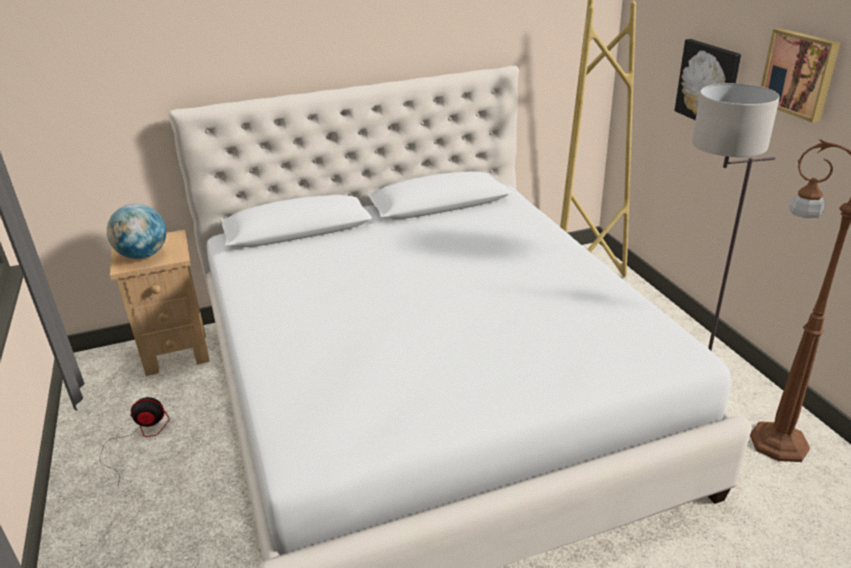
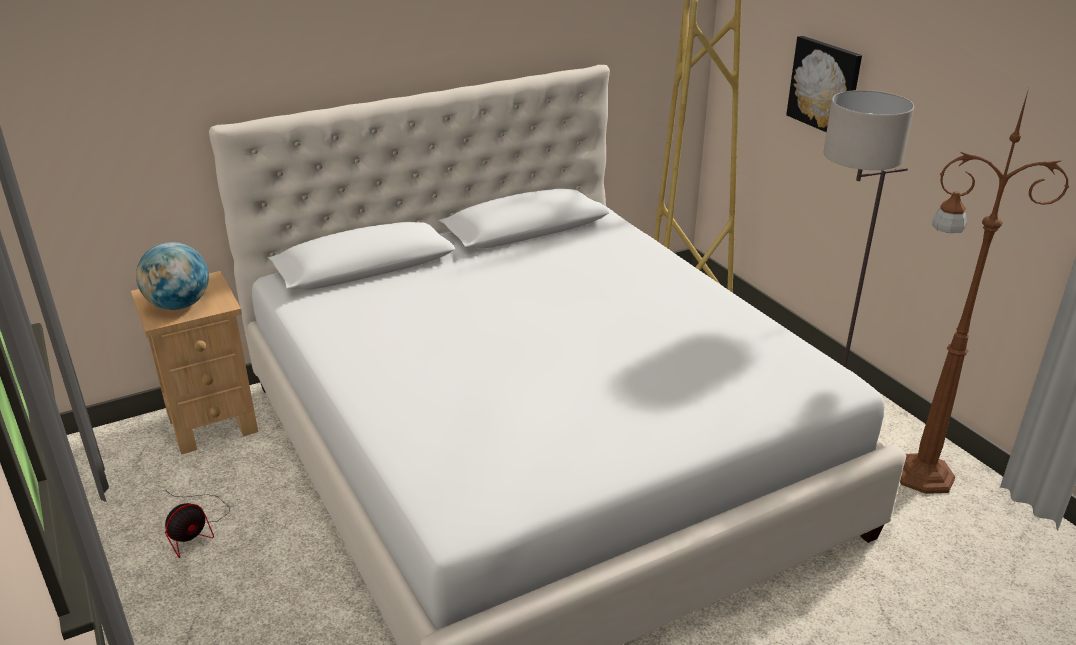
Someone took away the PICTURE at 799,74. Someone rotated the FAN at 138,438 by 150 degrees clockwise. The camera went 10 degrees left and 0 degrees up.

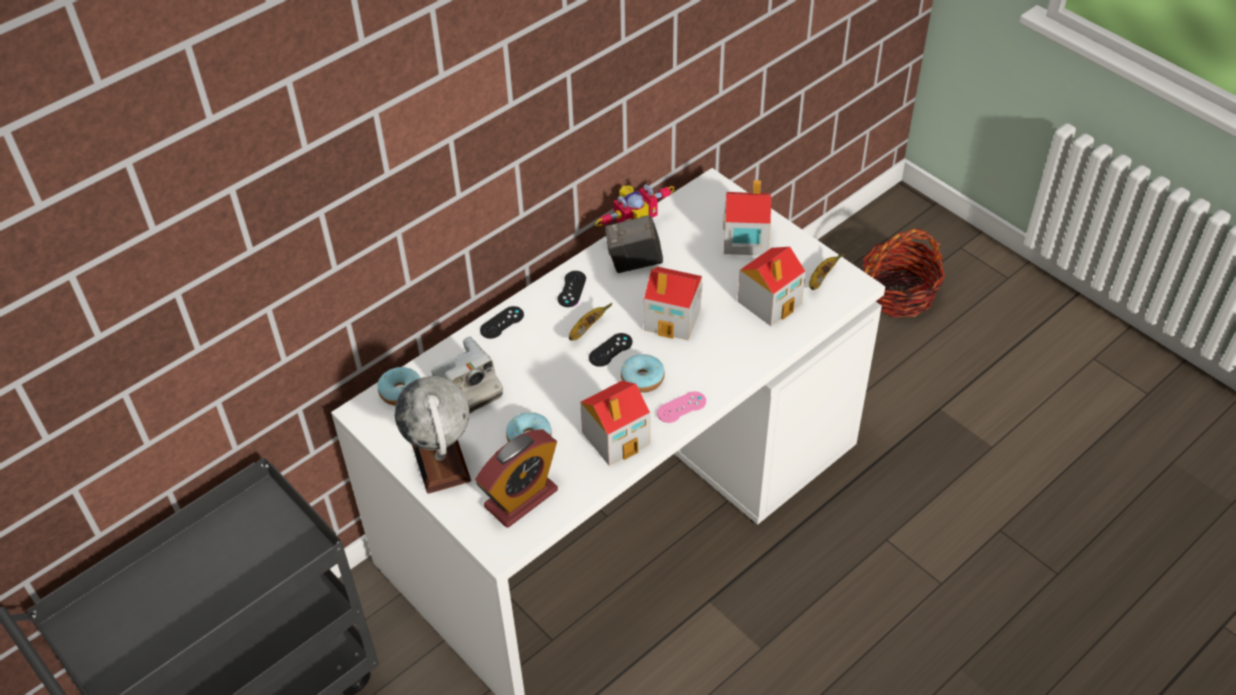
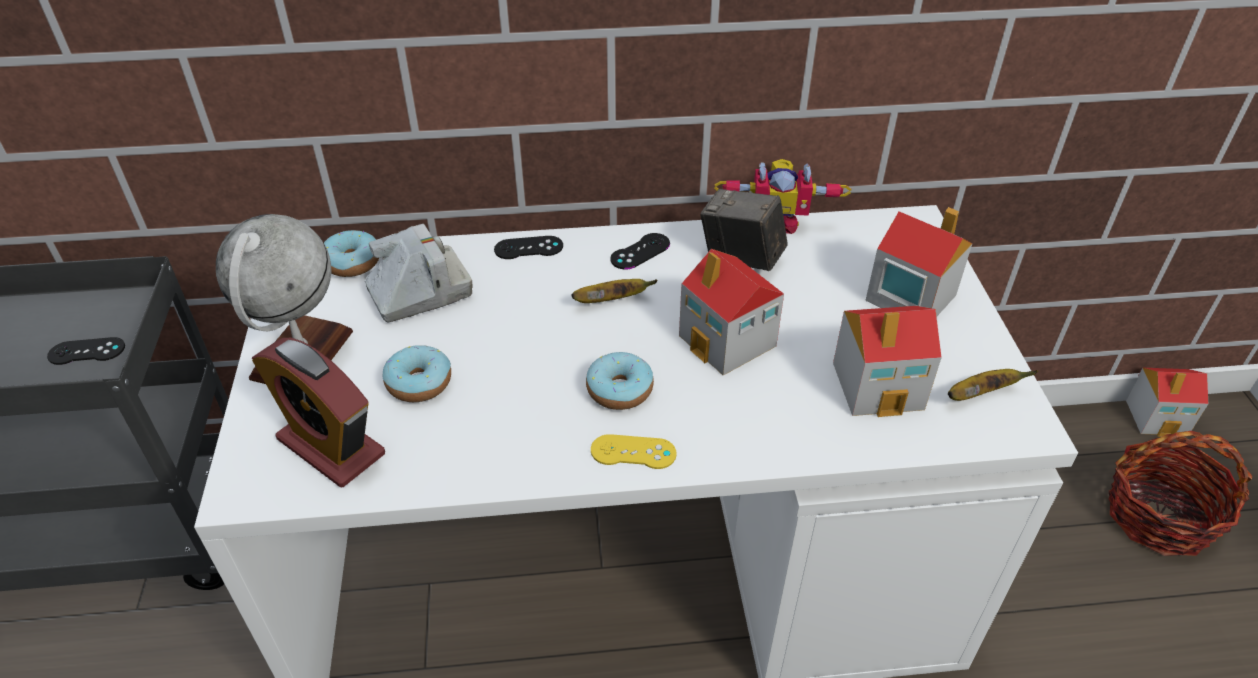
Someone carried the TOY HOUSE from 616,437 to 1157,417. Someone carried the BLACK GAME CONTROLLER from 610,350 to 87,351. Someone repainted the PINK GAME CONTROLLER at 681,407, which became the YELLOW GAME CONTROLLER at 633,452. Someone rotated the PHOTO CAMERA at 467,387 by 120 degrees counterclockwise. Someone rotated the ALARM CLOCK at 521,498 by 45 degrees clockwise. The camera went 35 degrees right and 5 degrees down.

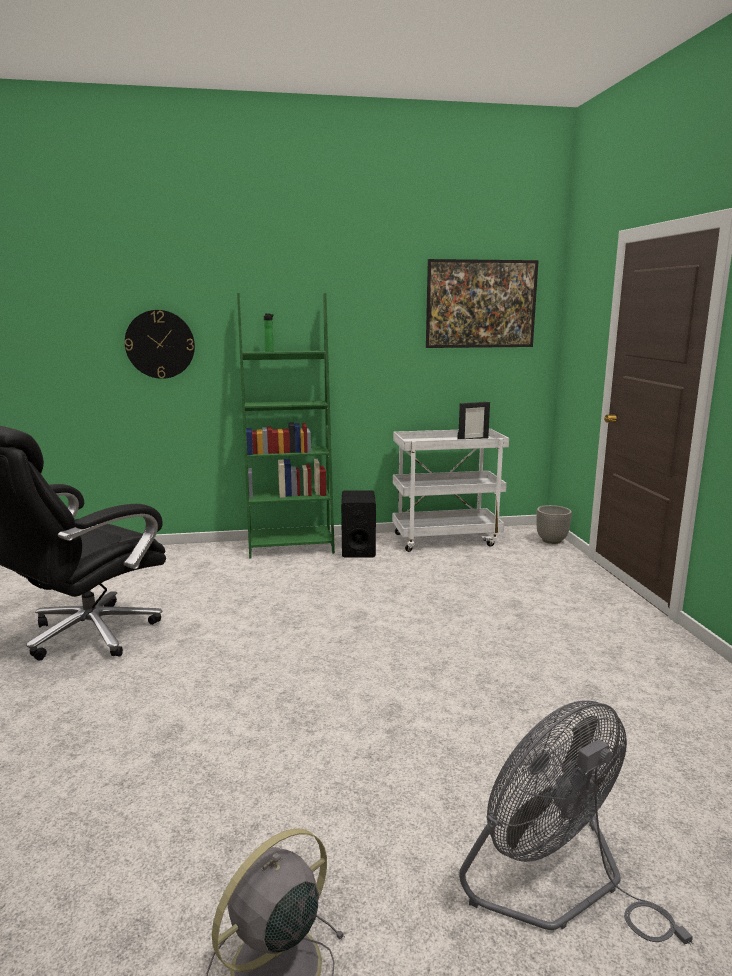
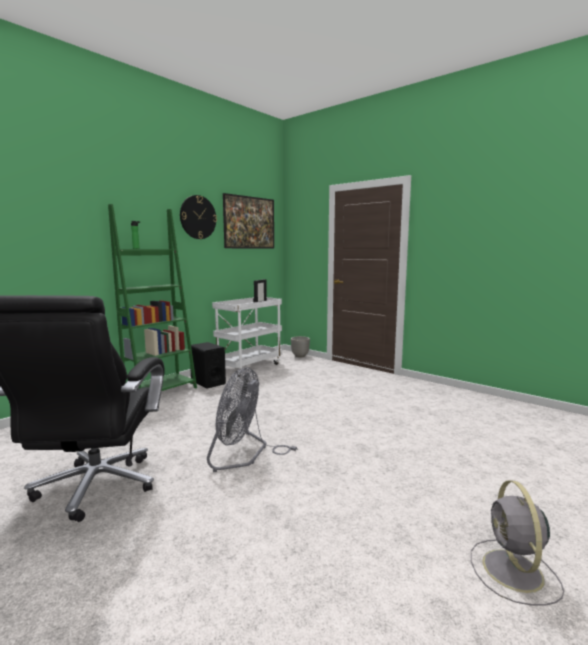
Someone carried the WALL CLOCK from 160,344 to 198,217. Someone carried the GREY FAN from 570,885 to 248,452. The camera went 40 degrees left and 5 degrees down.

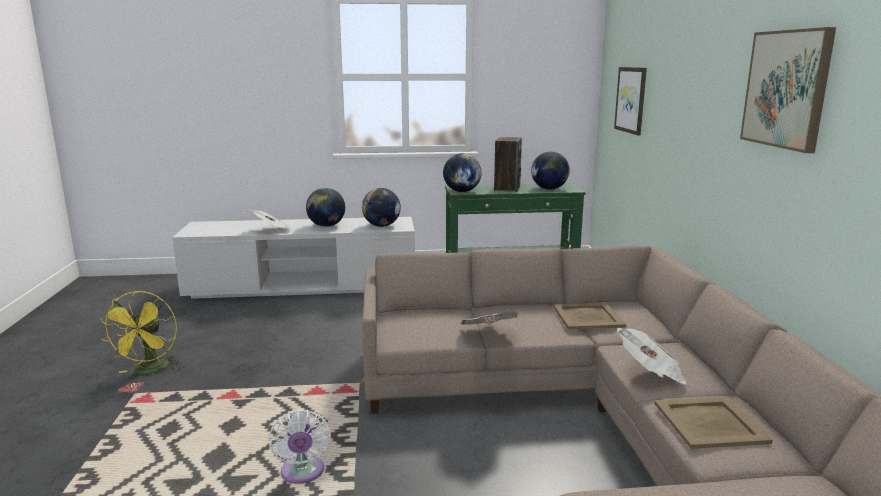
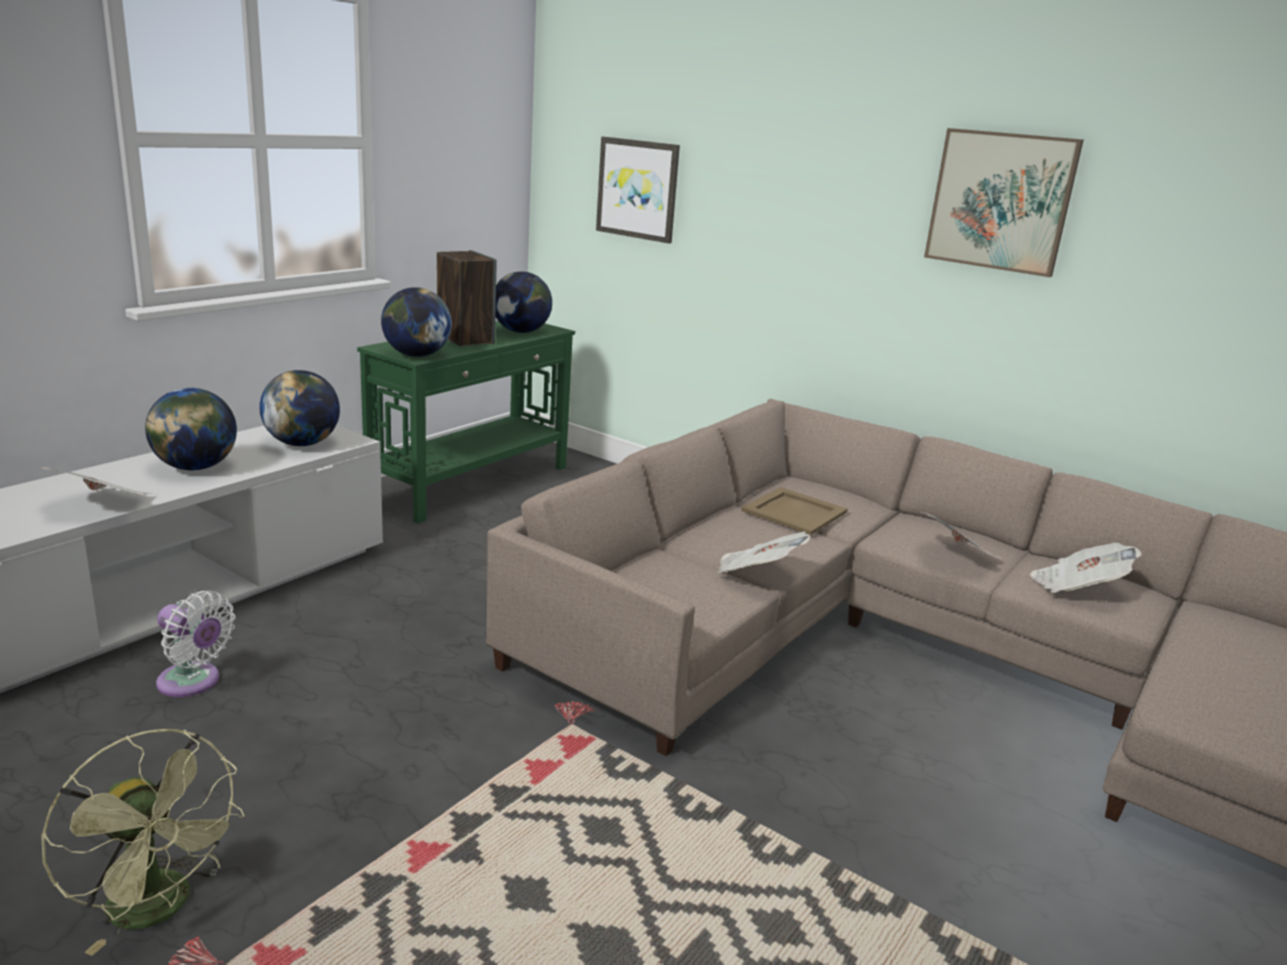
Someone carried the WHITE FAN from 302,473 to 193,683. Someone swapped the BEIGE TRAY at 708,422 for the NEWSPAPER at 1077,588. Someone repainted the YELLOW FAN at 150,371, which became the GREEN FAN at 160,909. The camera went 50 degrees left and 5 degrees up.

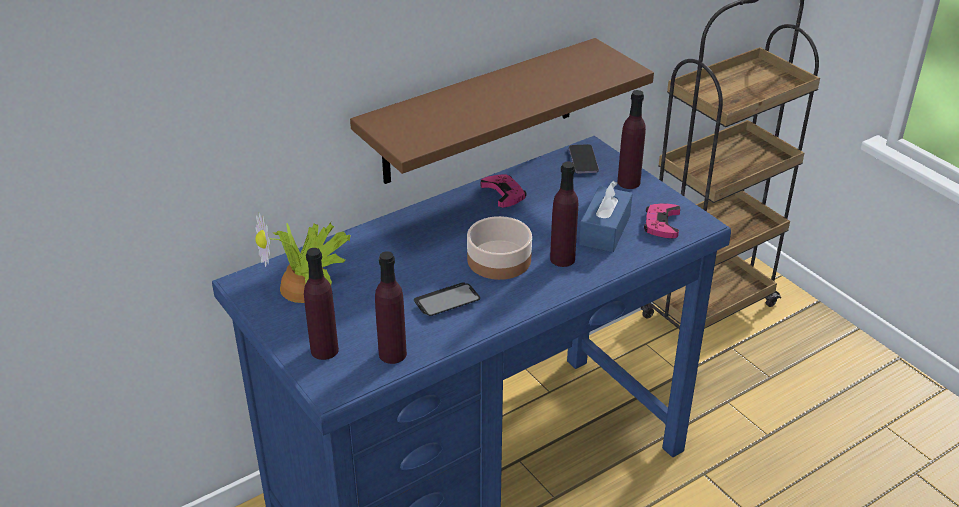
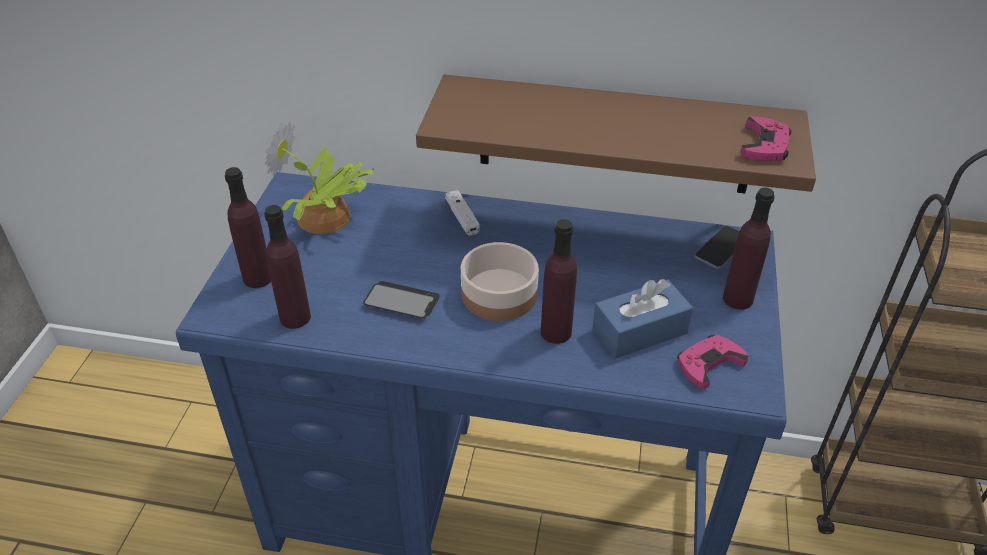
Someone put down the WHITE GAME CONTROLLER at 462,218. Someone carried the PINK GAME CONTROLLER from 504,193 to 764,145. The camera went 45 degrees right and 5 degrees up.

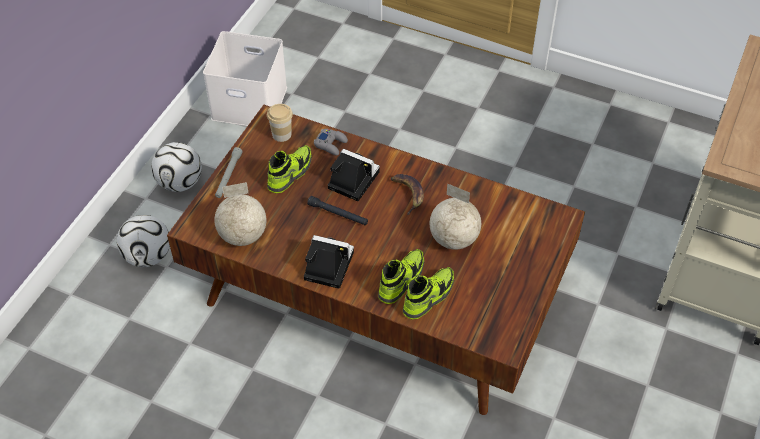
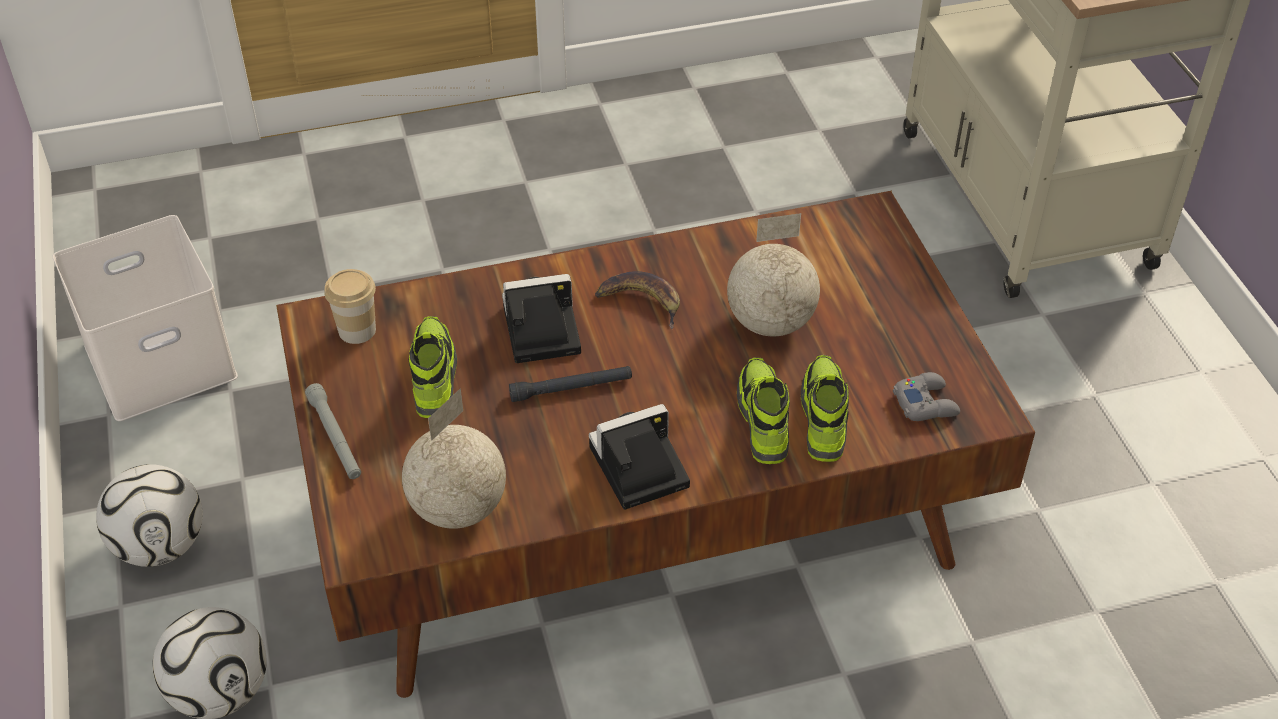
Someone carried the GREY GAME CONTROLLER from 331,144 to 925,403. The camera went 40 degrees left and 5 degrees down.

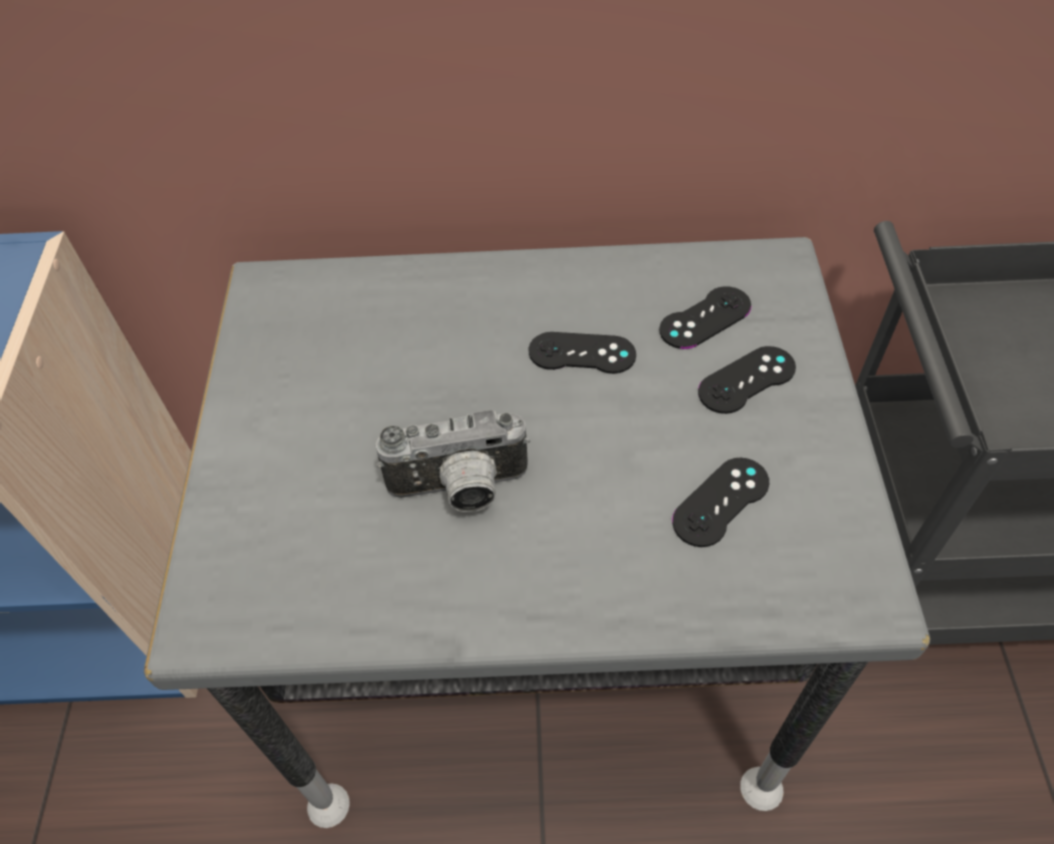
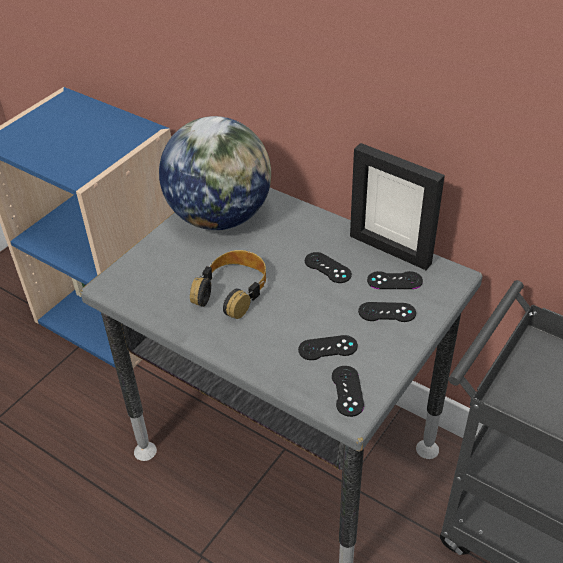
Someone put down the GLOBE at 220,217. Someone put down the BLACK GAME CONTROLLER at 347,391. Someone put down the PICTURE FRAME at 391,248. Someone swapped the PHOTO CAMERA at 460,490 for the HEADPHONES at 232,290. The camera went 35 degrees right and 10 degrees down.

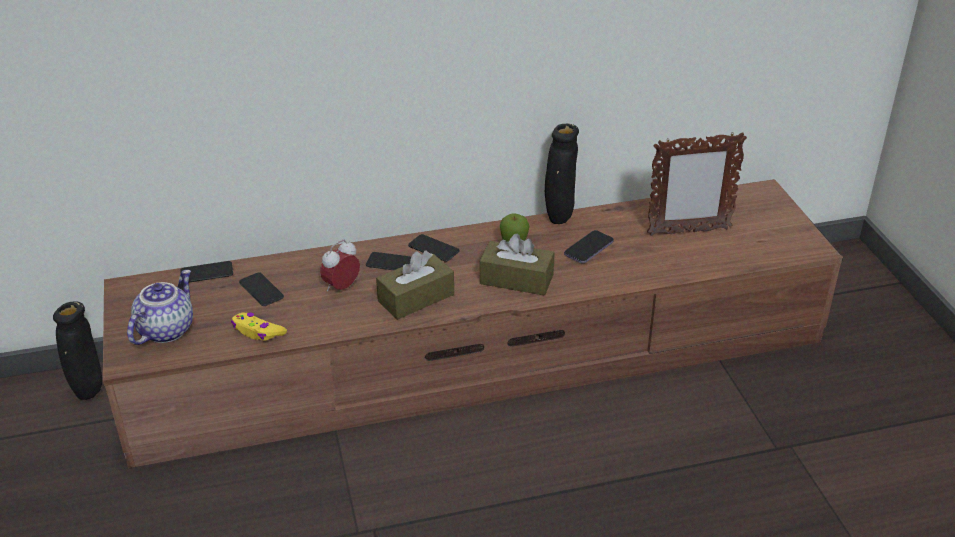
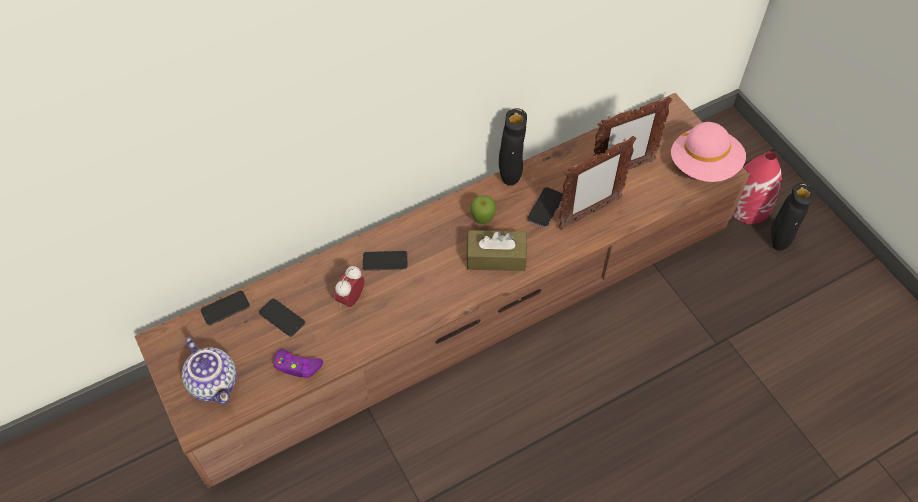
Someone took away the BROWN TISSUE BOX at 416,298. Someone took away the PHONE at 433,249. Someone put down the PICTURE FRAME at 589,213. Someone put down the PINK HAT at 704,165. Someone put down the RED VASE at 748,206. Someone carried the BLACK VASE from 89,392 to 777,242. Someone repainted the YELLOW GAME CONTROLLER at 258,332, which became the PURPLE GAME CONTROLLER at 297,366. Someone rotated the TEAPOT at 165,330 by 135 degrees clockwise. The camera went 15 degrees left and 20 degrees up.

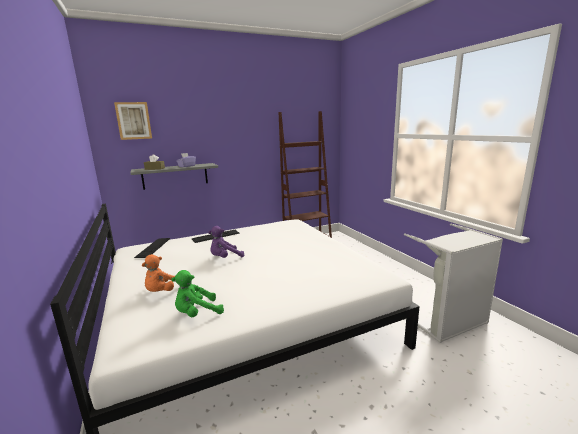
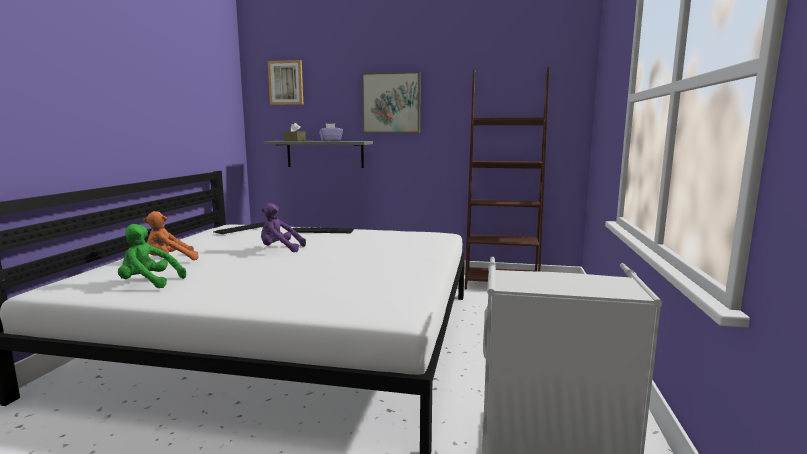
Someone put up the PICTURE at 391,103. The camera went 35 degrees right and 5 degrees down.

